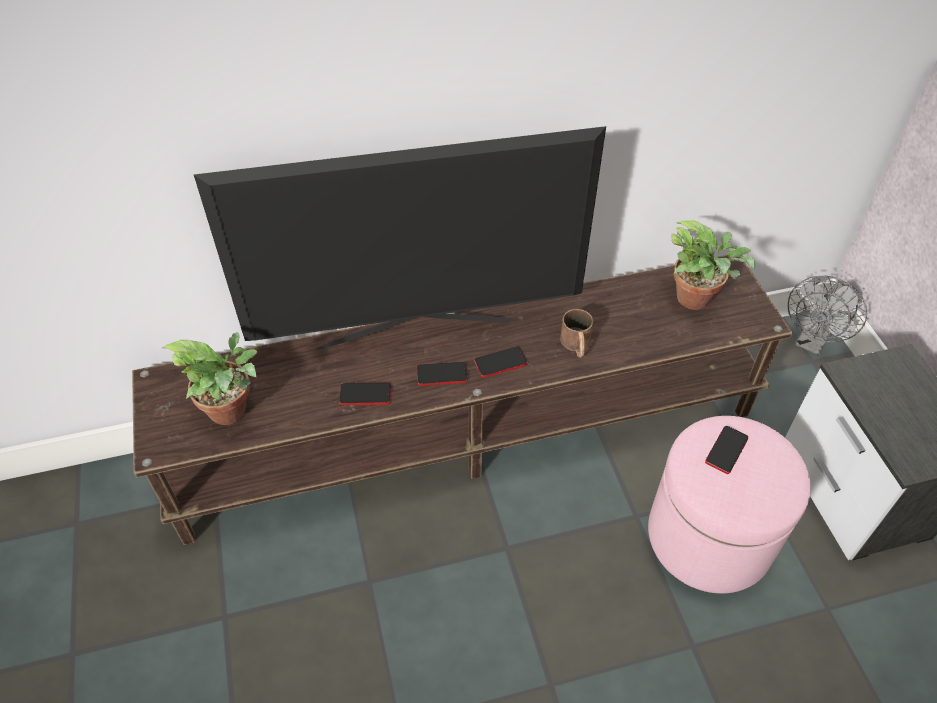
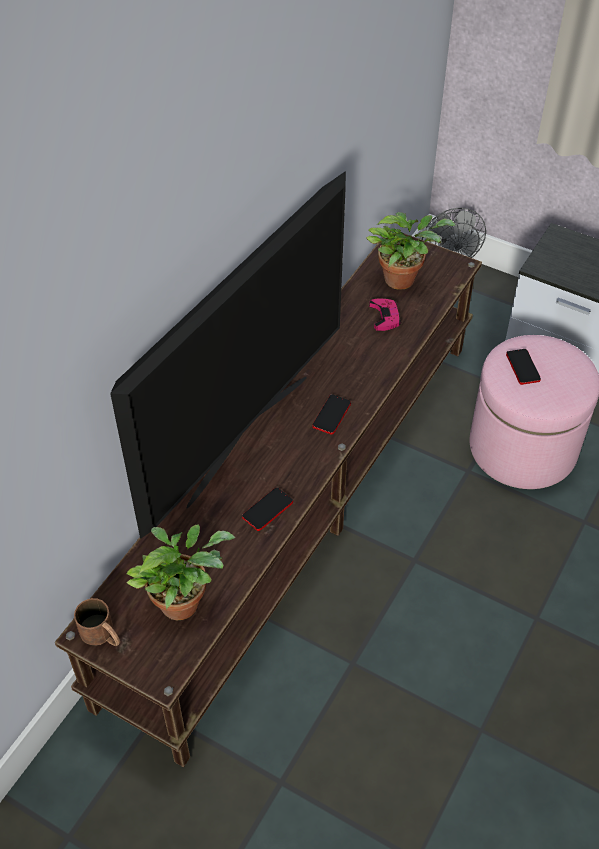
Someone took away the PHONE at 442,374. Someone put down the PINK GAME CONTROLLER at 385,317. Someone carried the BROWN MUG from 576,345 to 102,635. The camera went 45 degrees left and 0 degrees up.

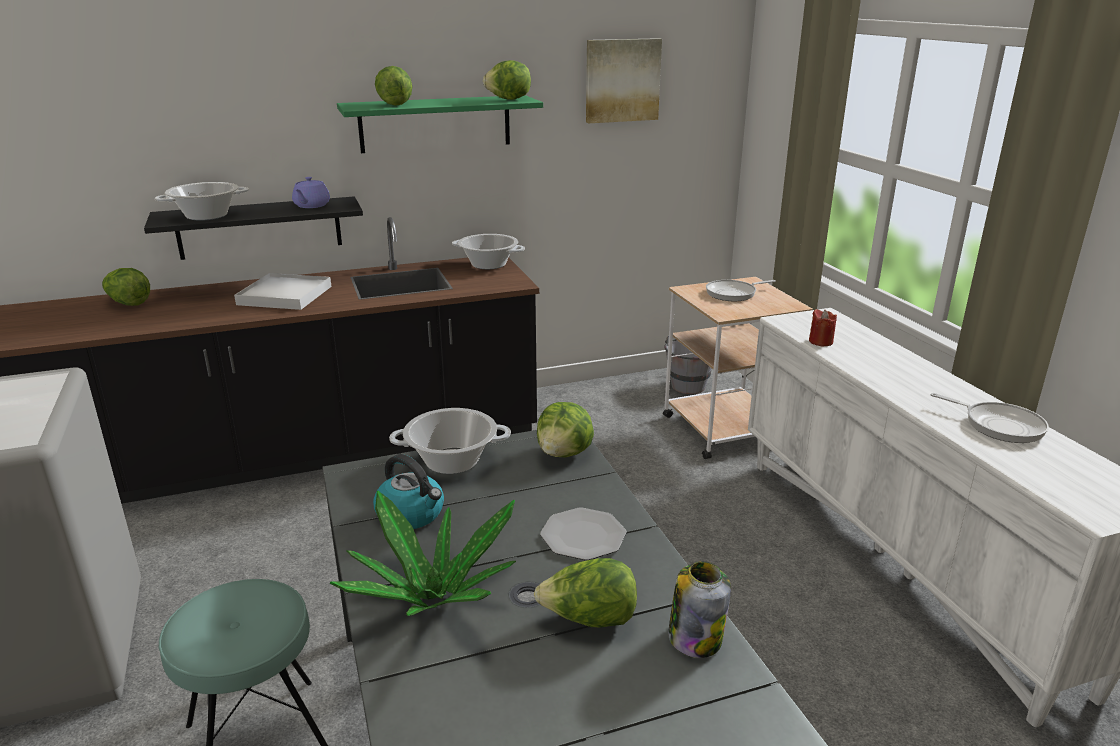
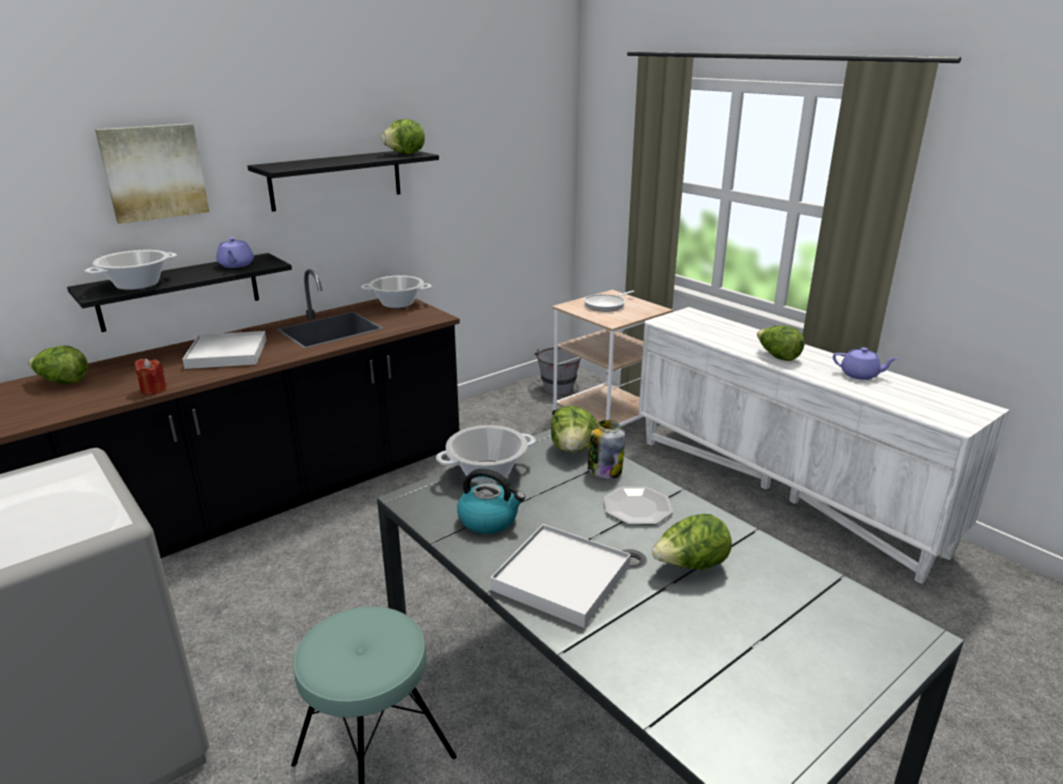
Someone carried the LETTUCE from 394,104 to 777,357. Someone carried the PICTURE from 622,80 to 154,172. Someone carried the JAR from 695,637 to 604,470. Someone carried the RED CANDLE from 820,341 to 153,390. Someone swapped the POTTED PLANT at 433,598 for the WHITE TRAY at 562,578. Someone swapped the FRYING PAN at 999,425 for the PURPLE TEAPOT at 860,375. Someone repainted the GREEN SHELF at 435,124, which became the BLACK SHELF at 336,179. The camera went 20 degrees left and 0 degrees up.

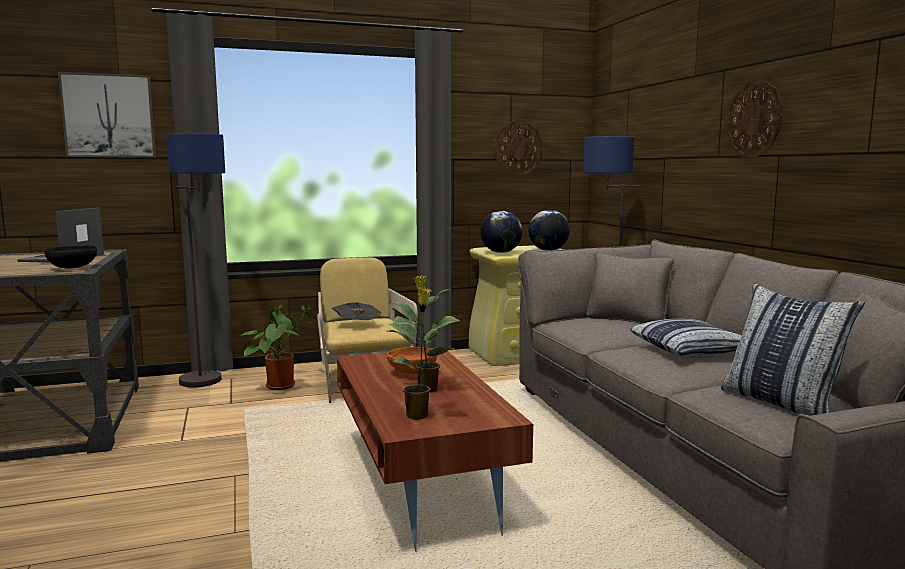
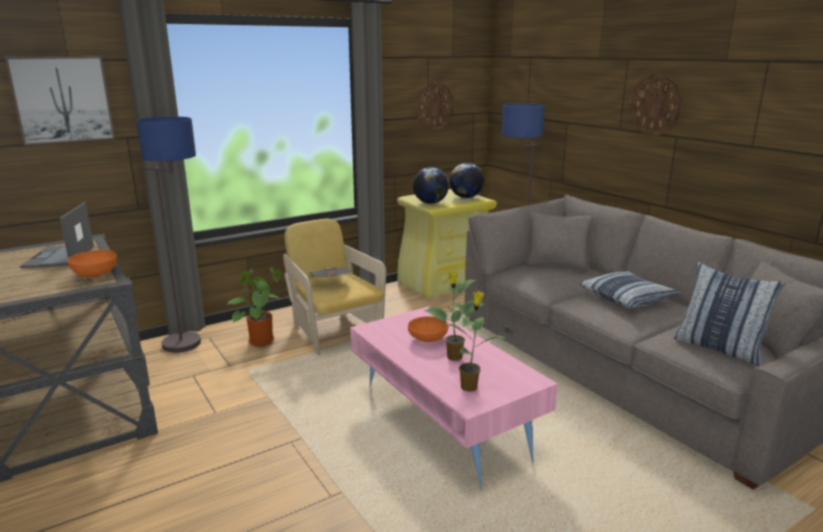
Someone repainted the BLACK BOWL at 72,267, which became the ORANGE BOWL at 95,274. Someone repainted the BROWN COFFEE TABLE at 422,480, which became the PINK COFFEE TABLE at 444,422. The camera went 15 degrees left and 10 degrees up.

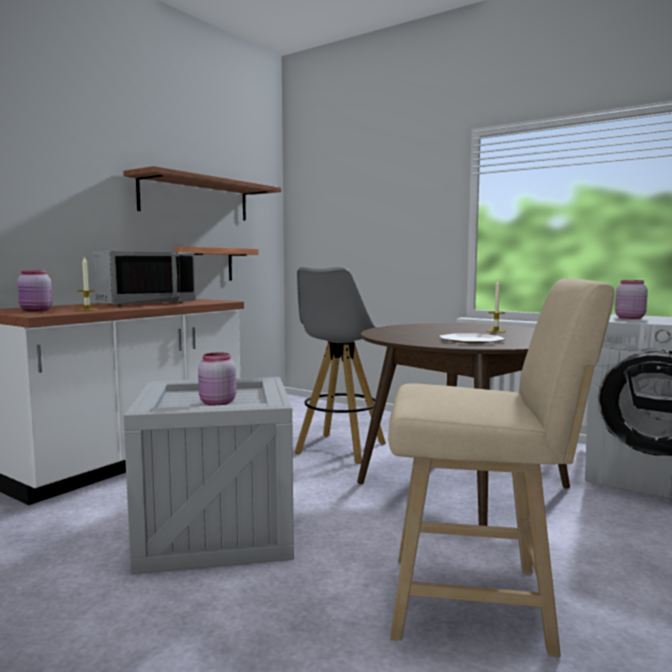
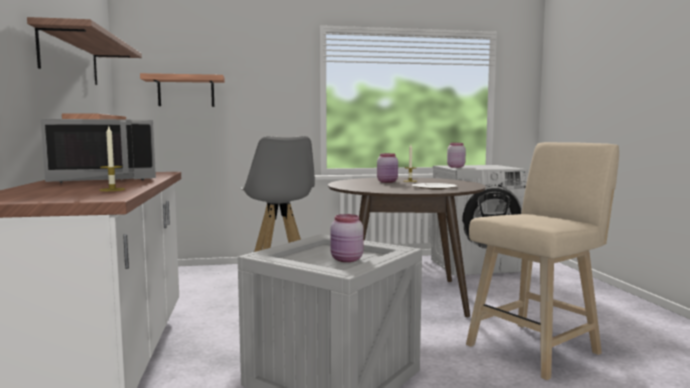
Someone put up the SHELF at 186,91. Someone carried the PINK JAR from 36,310 to 388,182. Someone rotated the GREY MICROWAVE at 145,303 by 60 degrees clockwise. The camera went 45 degrees left and 0 degrees up.

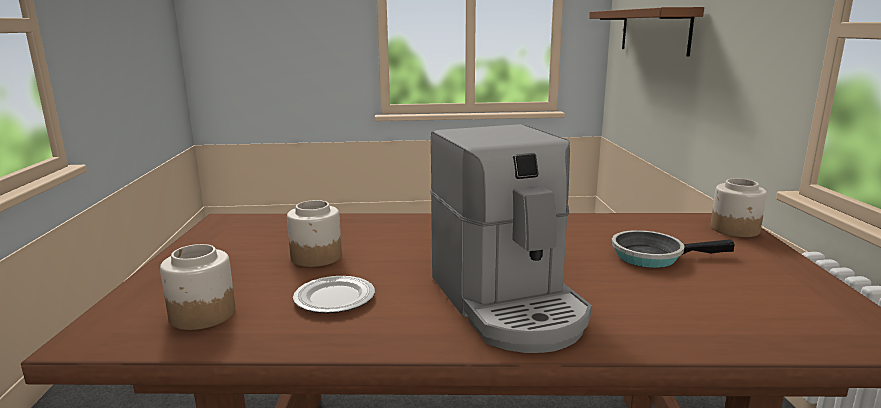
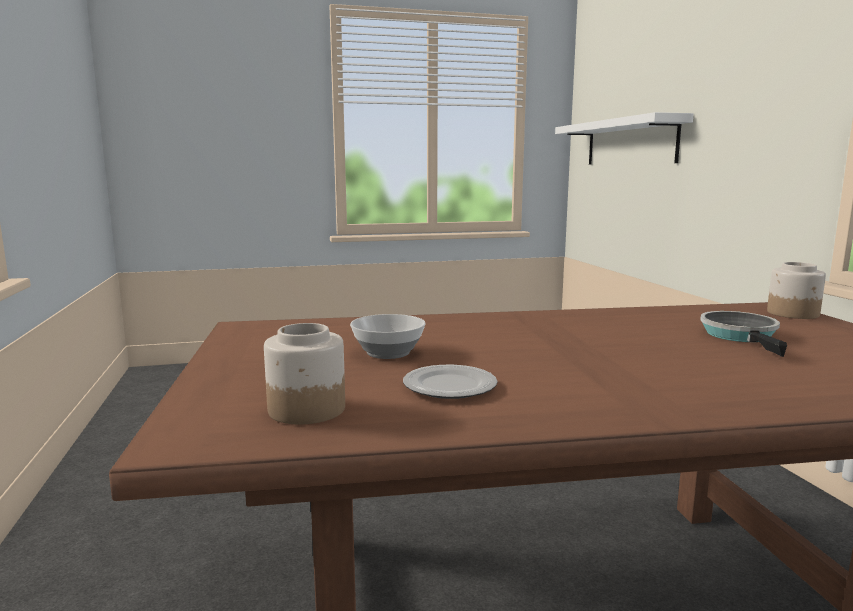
Someone took away the COFFEE MACHINE at 508,304. Someone swapped the JAR at 317,257 for the BOWL at 389,352. Someone repainted the BROWN SHELF at 654,31, which became the WHITE SHELF at 630,142. Someone rotated the FRYING PAN at 652,256 by 105 degrees clockwise. The camera went 10 degrees left and 5 degrees down.

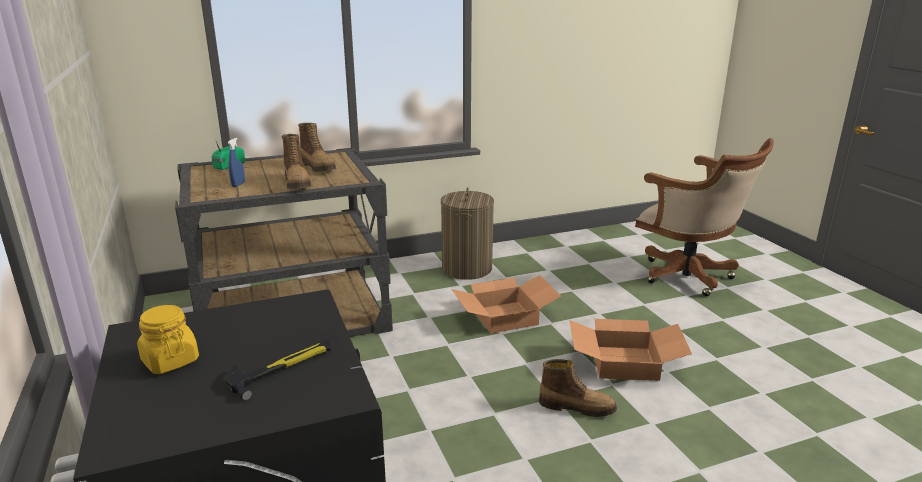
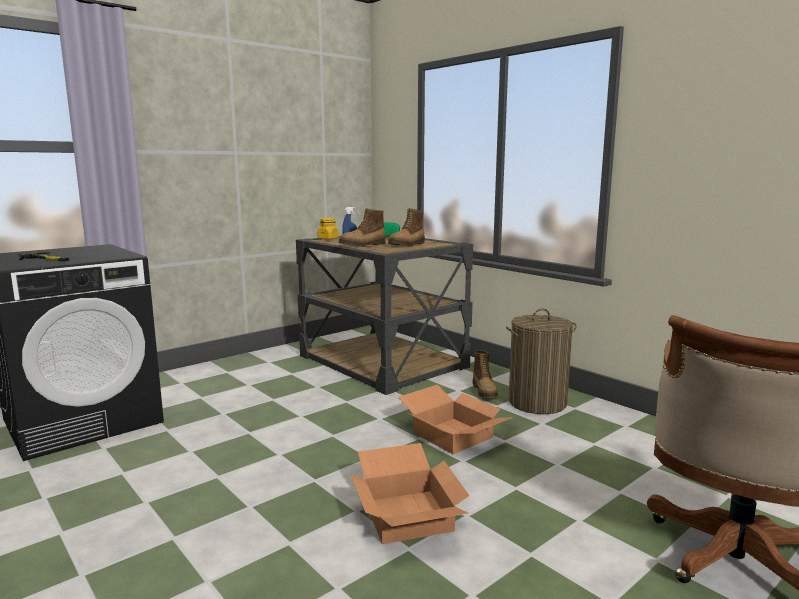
Someone carried the YELLOW JAR from 170,361 to 328,238. Someone carried the BOOT from 577,407 to 485,391. The camera went 70 degrees right and 10 degrees down.

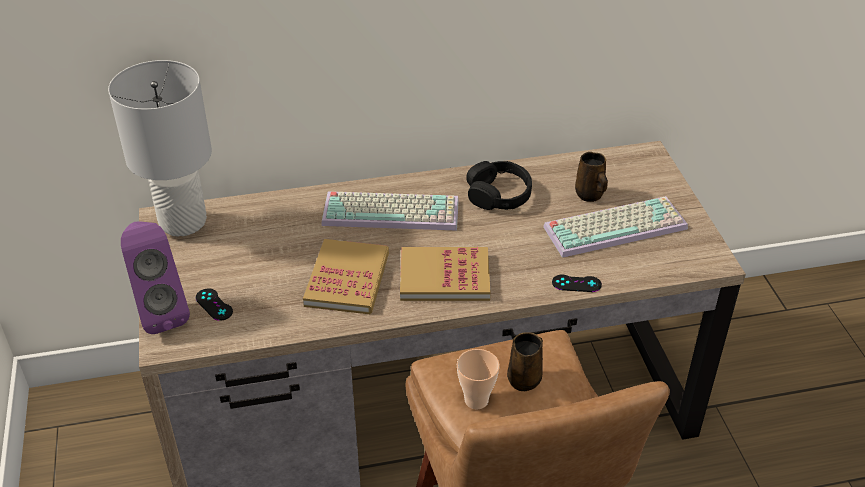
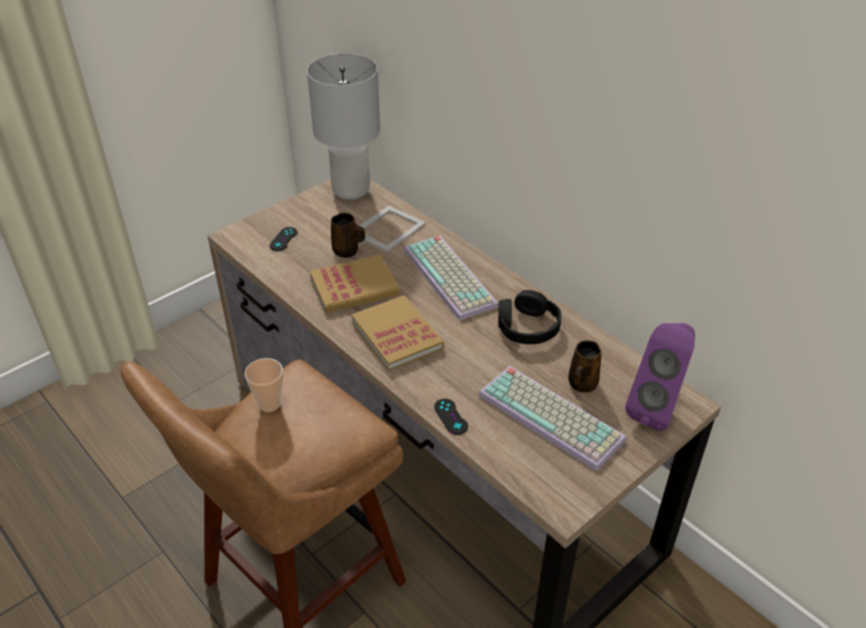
Someone put down the PICTURE FRAME at 389,228. Someone carried the PURPLE SPEAKER from 160,312 to 656,408. Someone carried the BROWN MUG from 525,378 to 347,251. The camera went 60 degrees right and 0 degrees up.

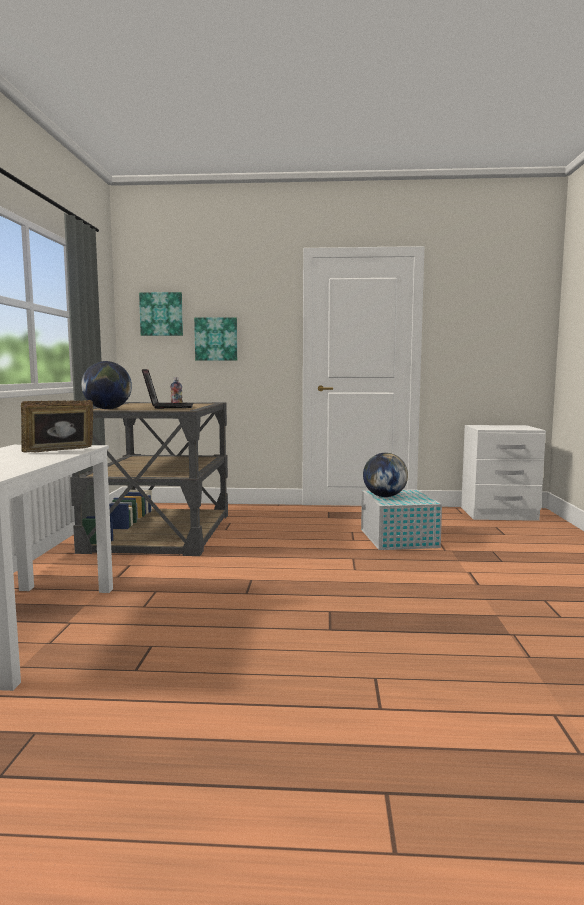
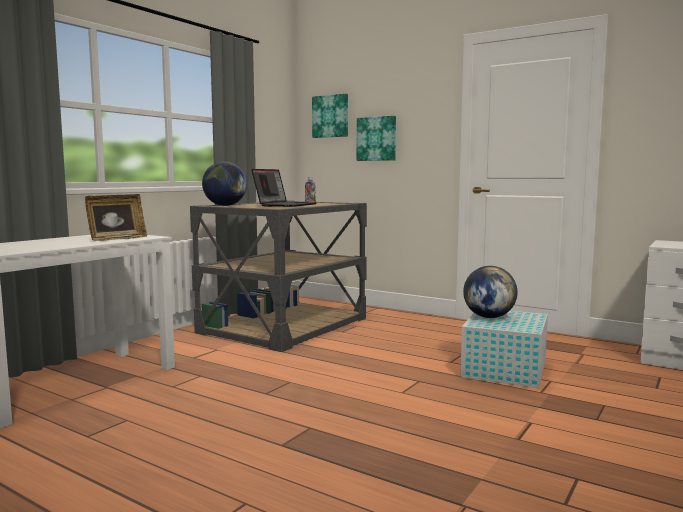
Someone rotated the PICTURE FRAME at 60,451 by 135 degrees clockwise. The camera went 30 degrees right and 0 degrees up.

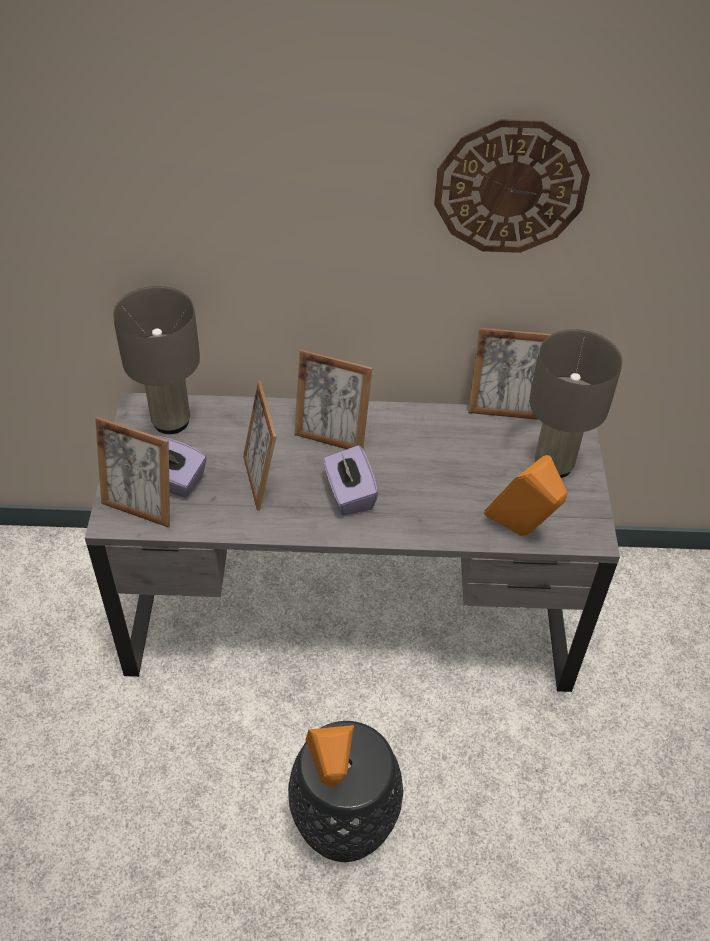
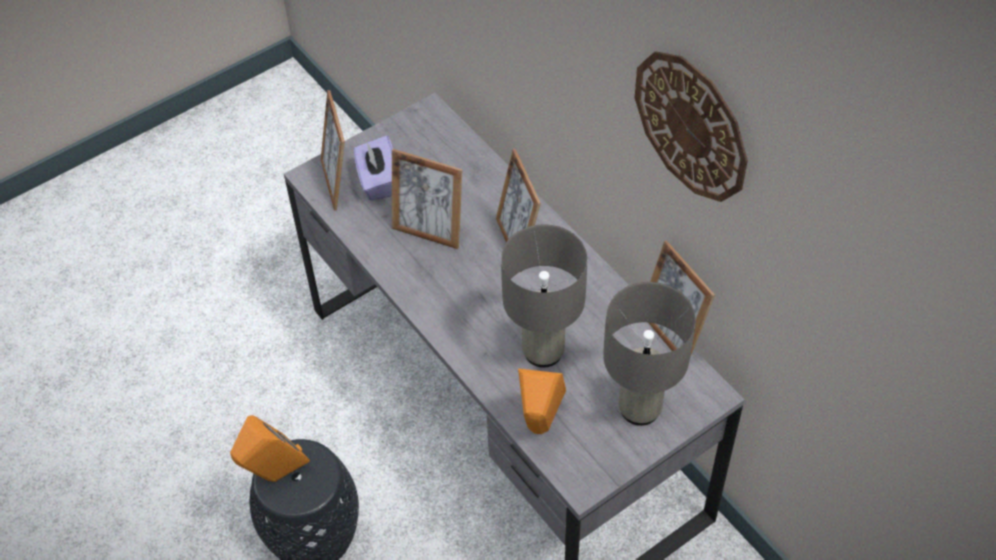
Someone took away the PURPLE TISSUE BOX at 349,494. Someone carried the GREY TABLE LAMP from 171,420 to 544,351. Someone rotated the PICTURE FRAME at 261,480 by 105 degrees counterclockwise. The camera went 55 degrees right and 5 degrees up.

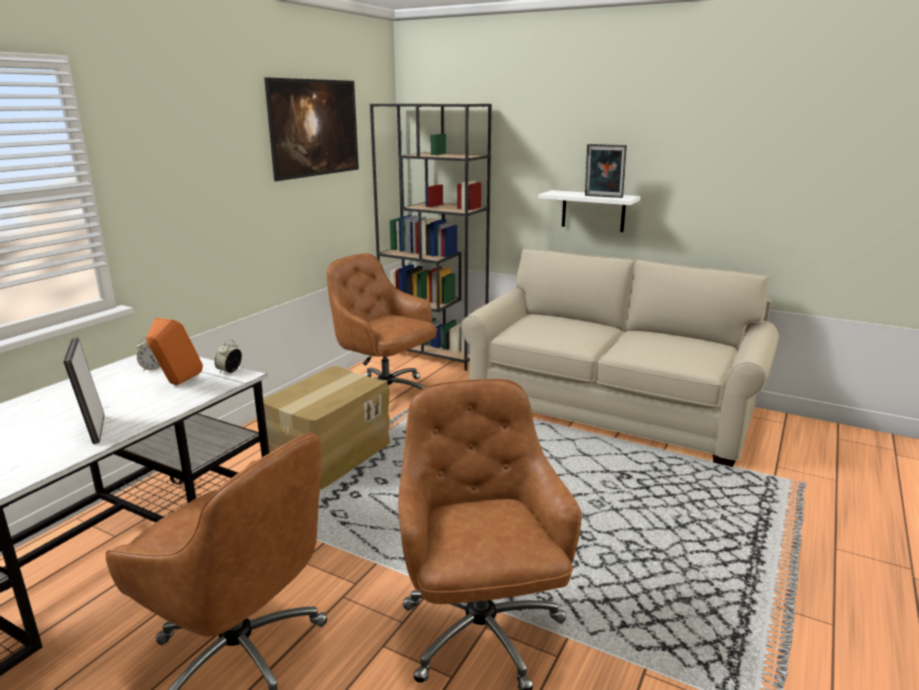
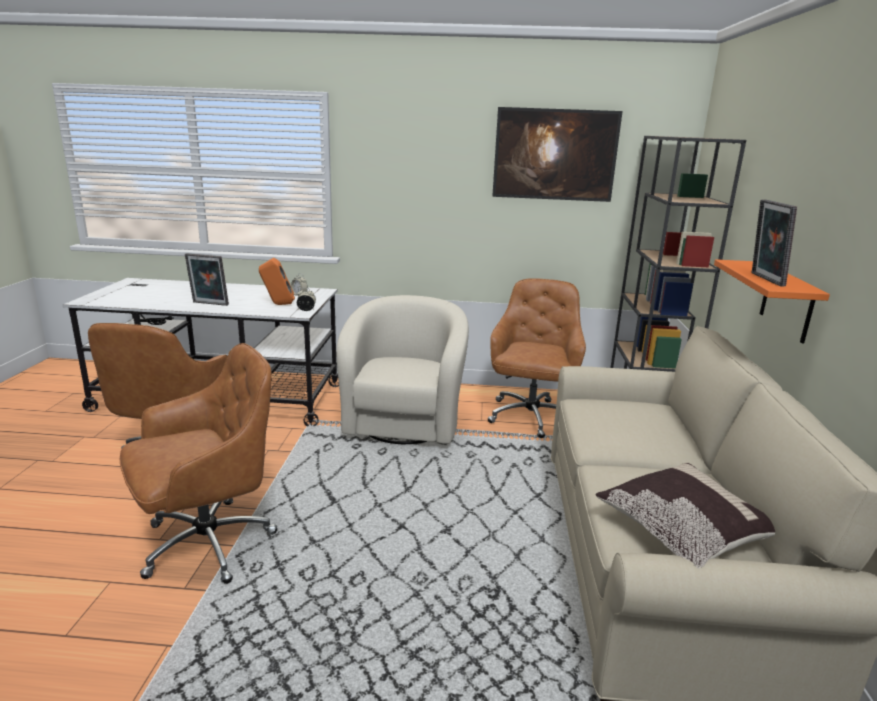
Someone put down the PILLOW at 685,532. Someone swapped the CARDBOARD BOX at 329,455 for the BEIGE ARMCHAIR at 405,422. Someone repainted the WHITE SHELF at 593,211, which became the ORANGE SHELF at 787,302. Someone rotated the PICTURE FRAME at 94,430 by 120 degrees counterclockwise. The camera went 65 degrees right and 0 degrees up.

